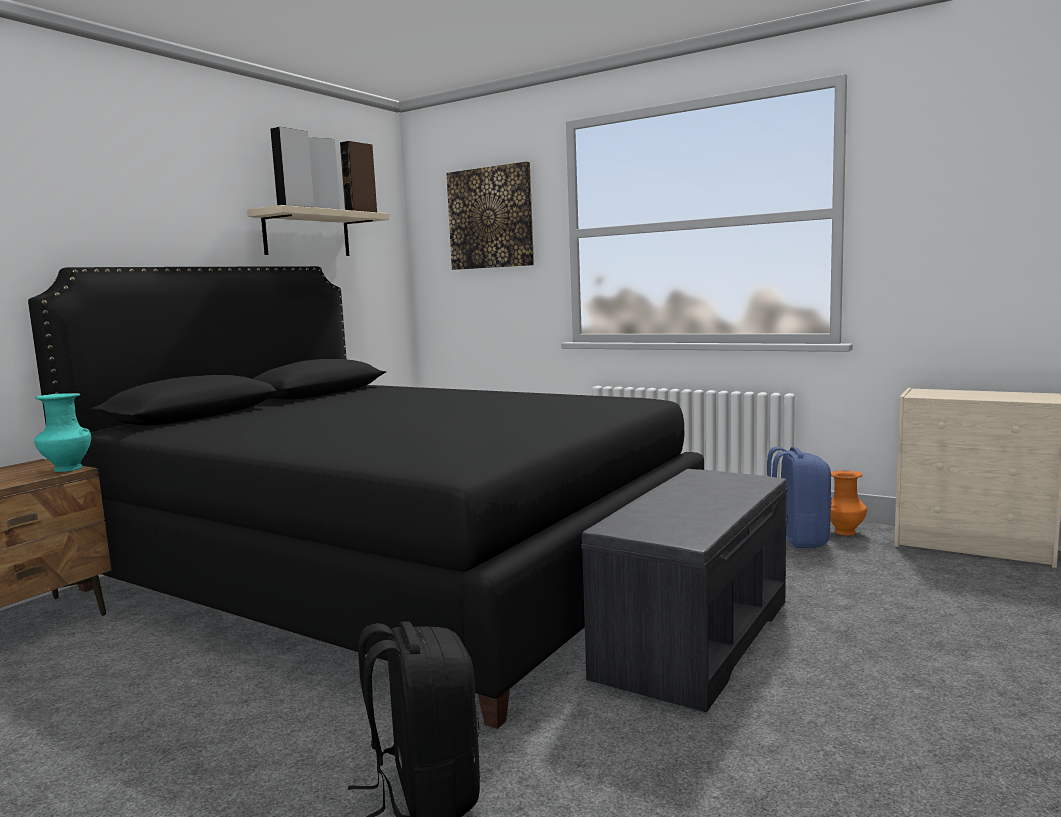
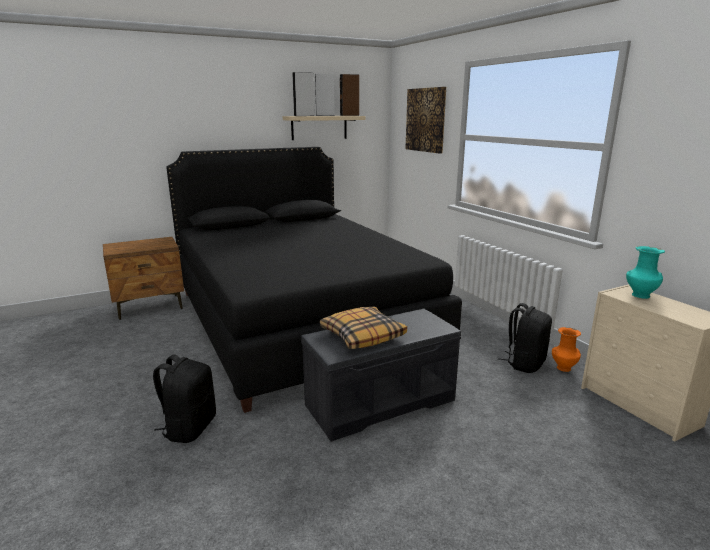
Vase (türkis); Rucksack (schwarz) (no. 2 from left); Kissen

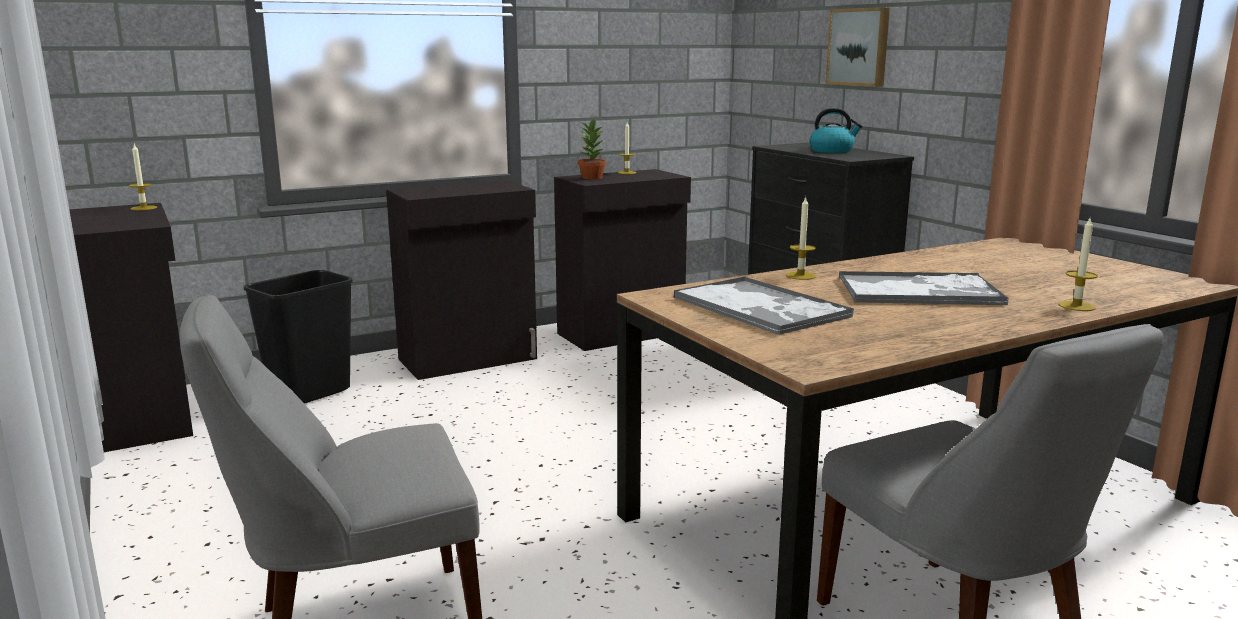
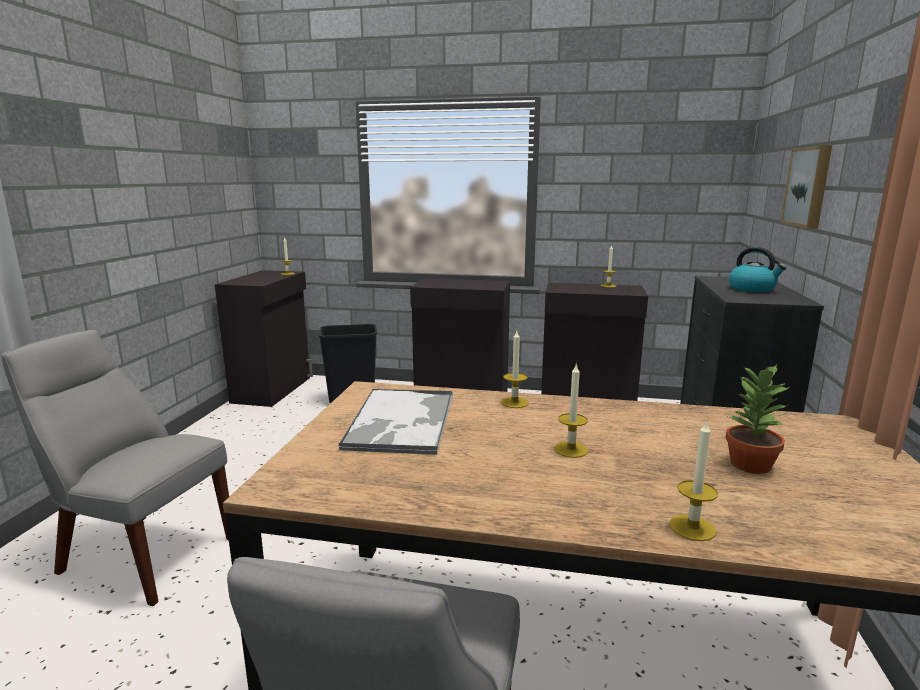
Topfpflanze; Kerze (no. 3 from left)

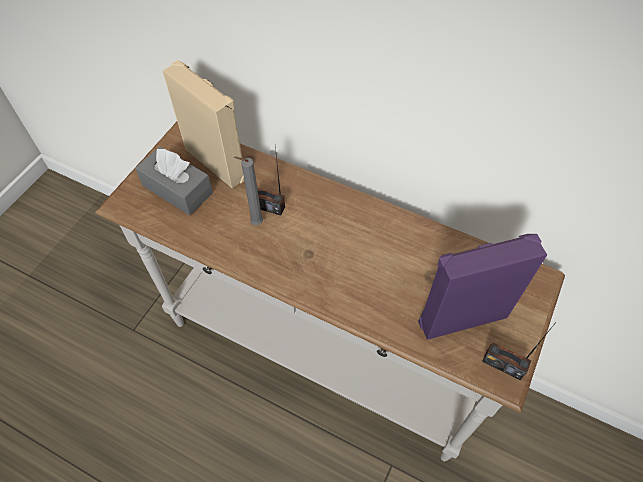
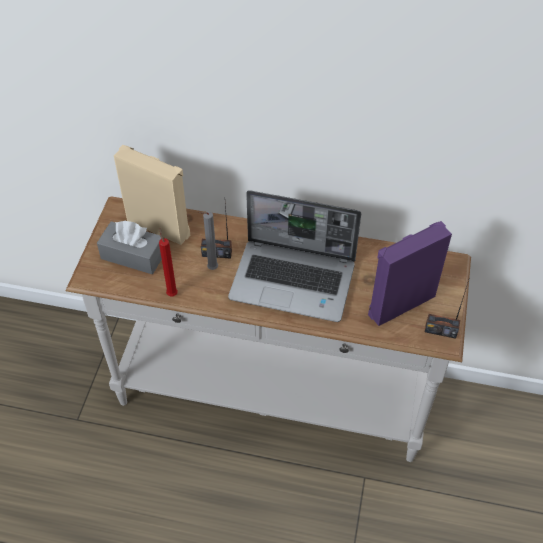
Kerze (rot); Laptop

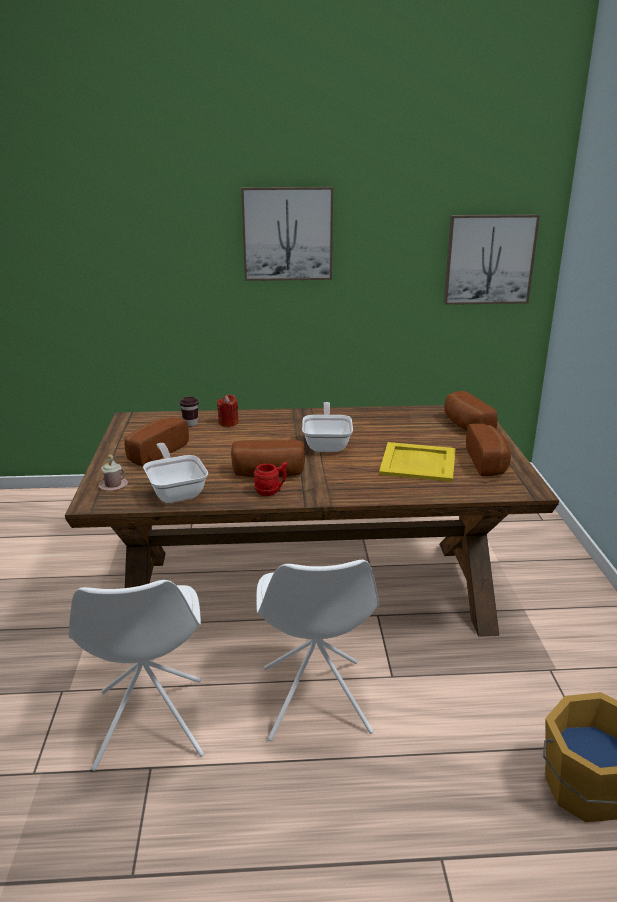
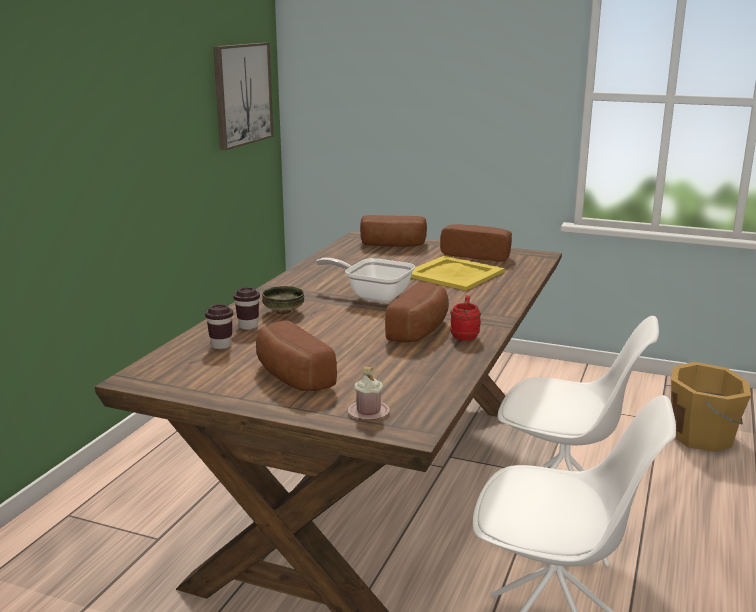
Pfanne (no. 1 from left in the first image); Tasse (braun) (no. 2 from left); Bild (no. 1 from left in the first image); Schüssel

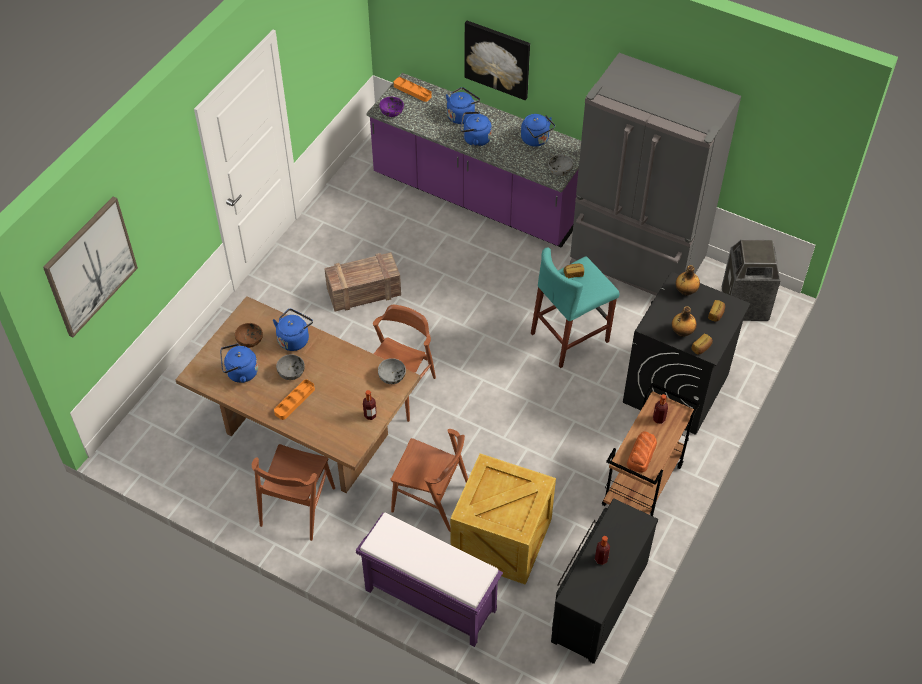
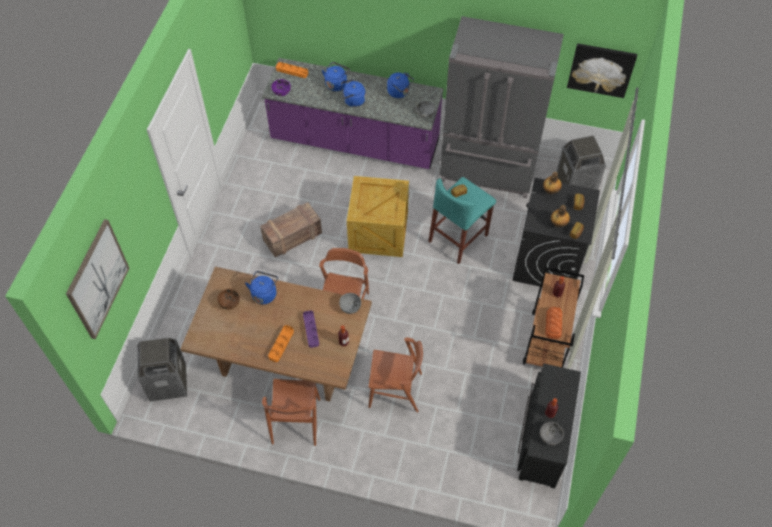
Wasserkessel (blau) (no. 1 from left in the first image); Schüssel (grau) (no. 3 from left); Bank (lila); Kiste (no. 2 from left); Bild (no. 2 from left); Mülleimer (no. 1 from left); Tablett (lila)

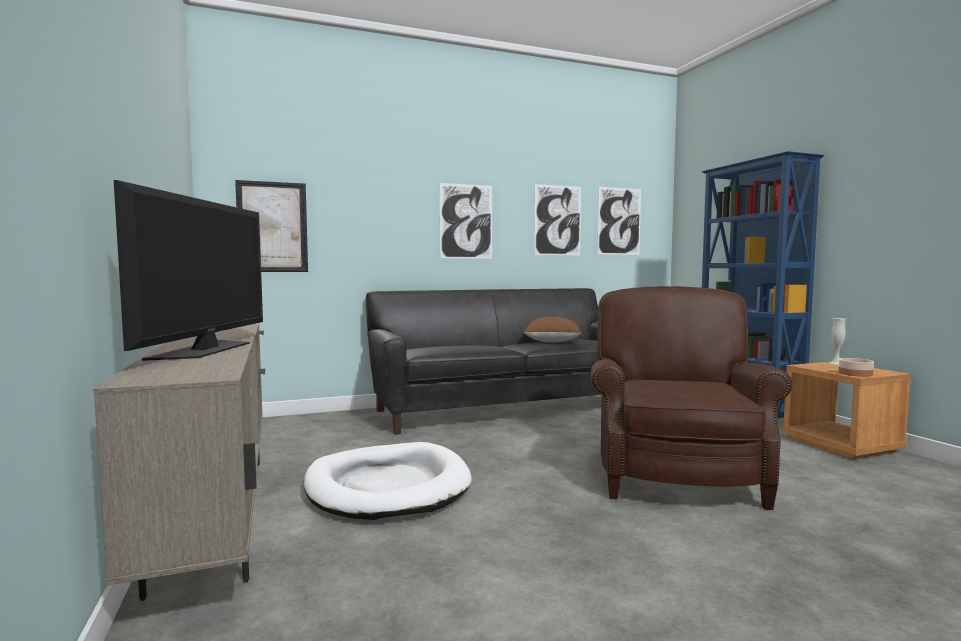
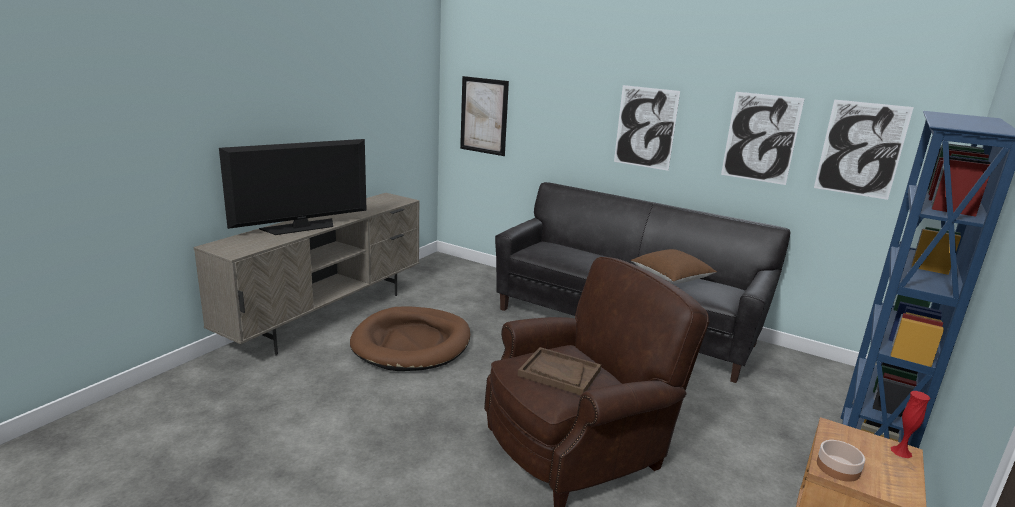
Hundebett (braun); Vase (rot); Tablett (braun)

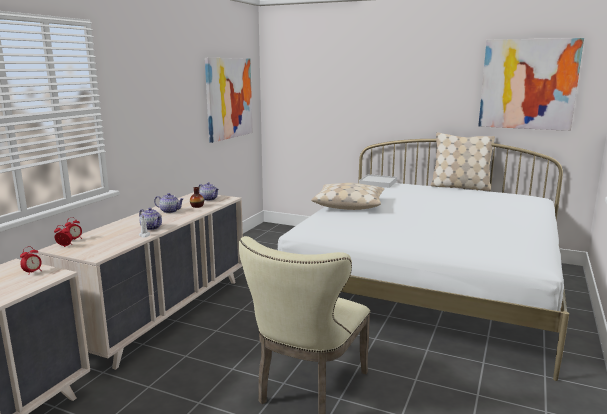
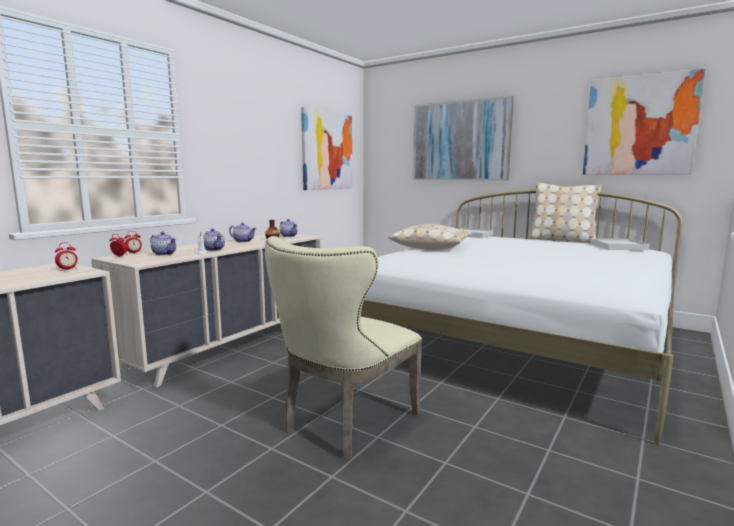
Teekanne (no. 1 from left); Bild (no. 2 from left); Tablett (weiß) (no. 2 from left)

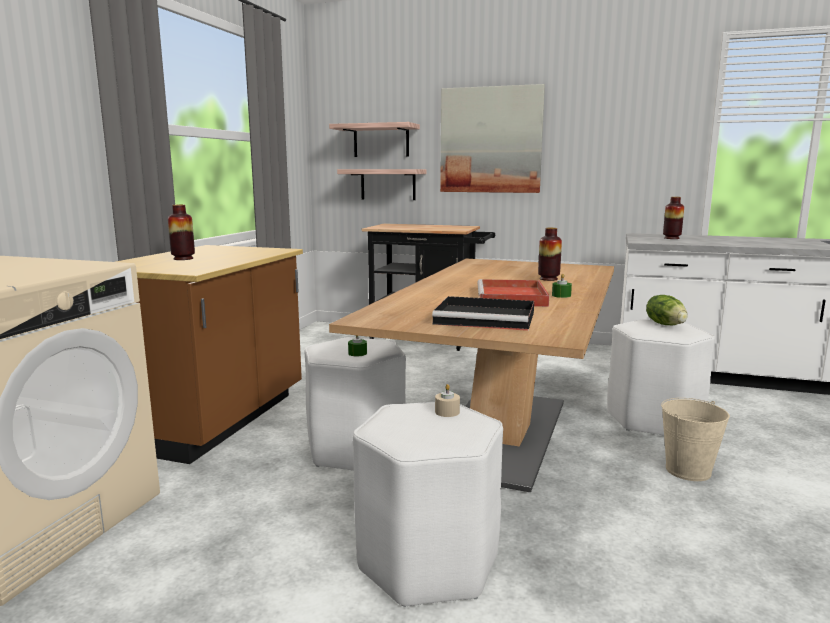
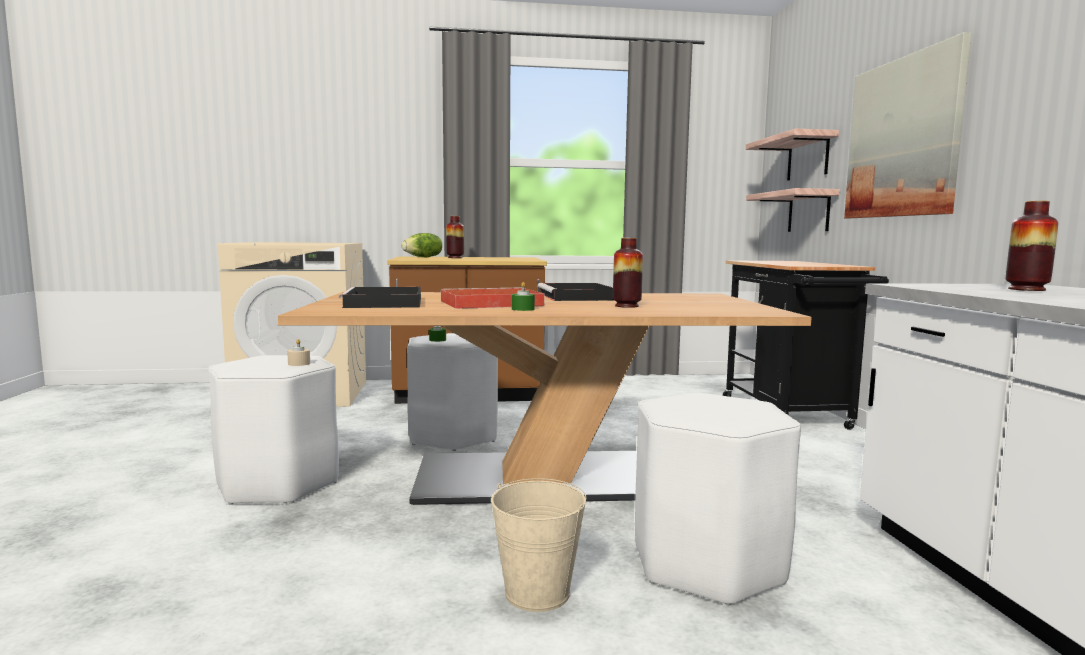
Salatkopf; Tablett (schwarz) (no. 2 from left)

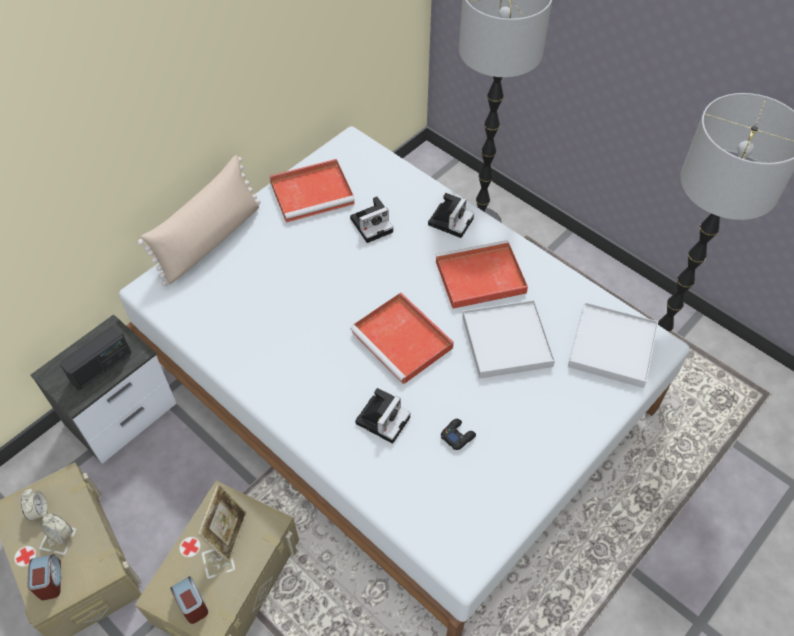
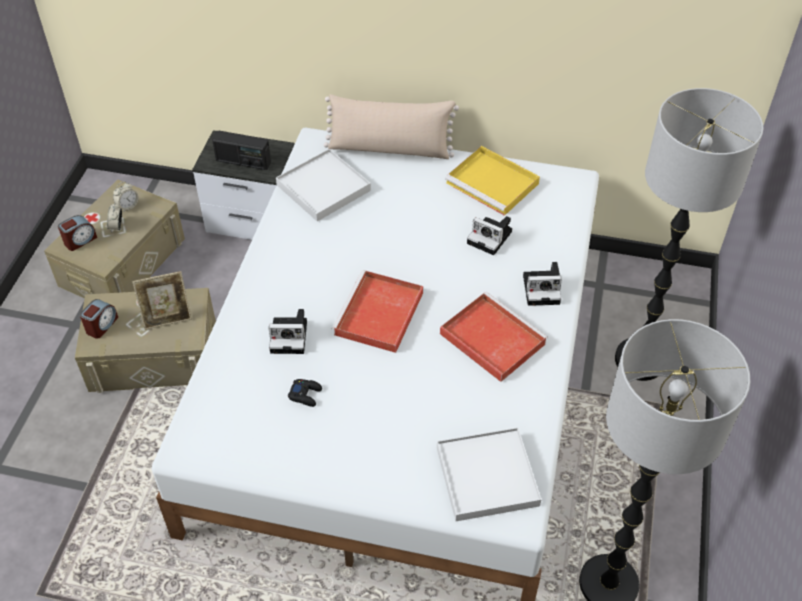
Tablett (gelb); Tablett (weiß) (no. 1 from left)

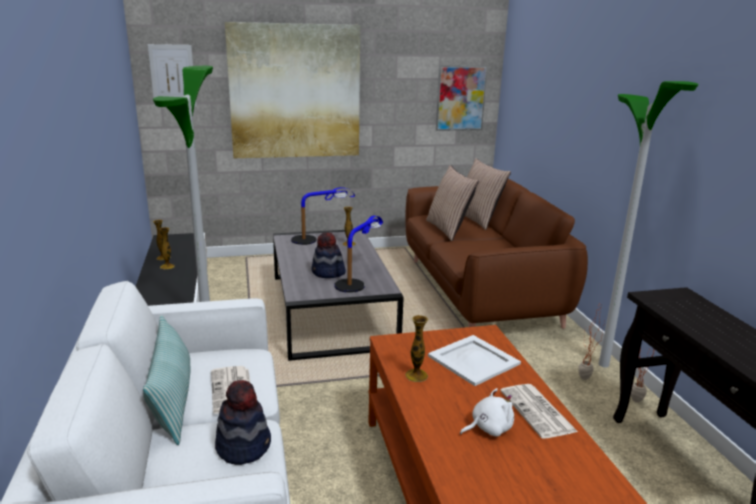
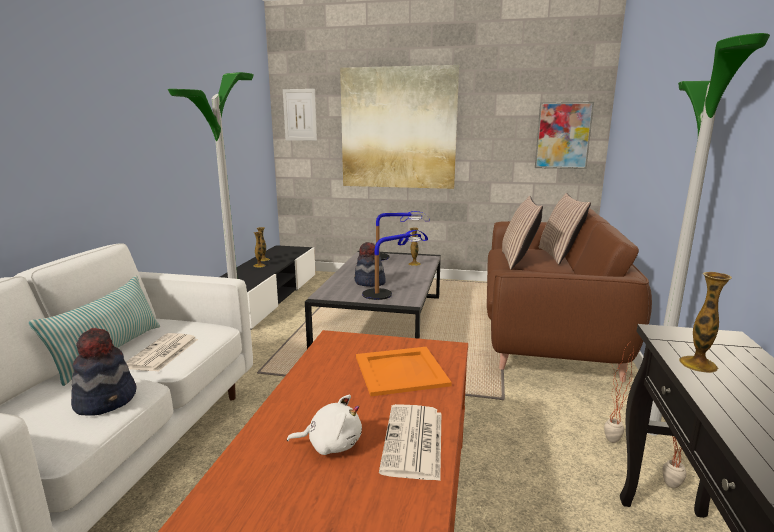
Vase (no. 4 from left); Tablett (orange)

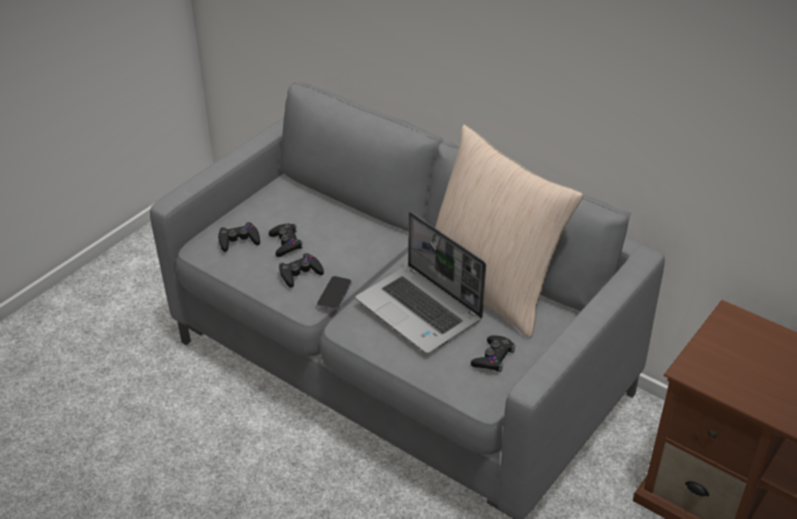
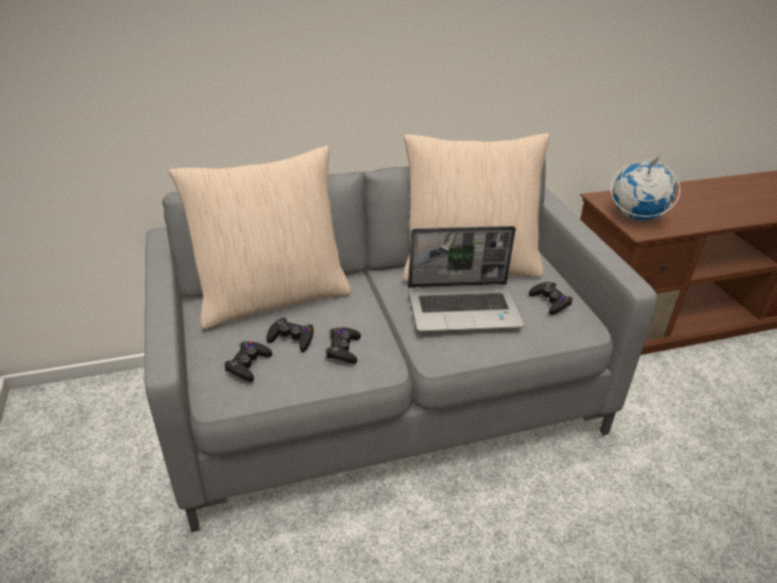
Handy; Kissen (beige) (no. 1 from left); Globus

